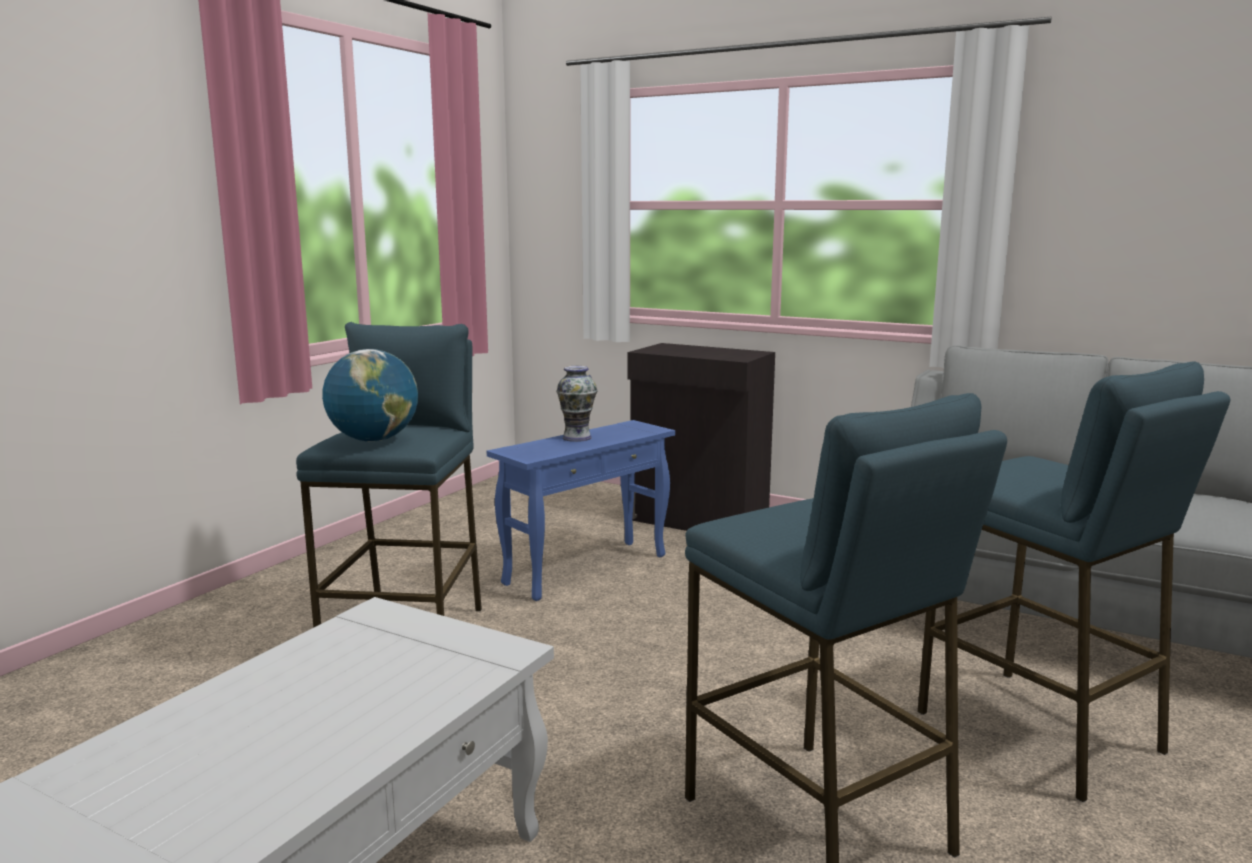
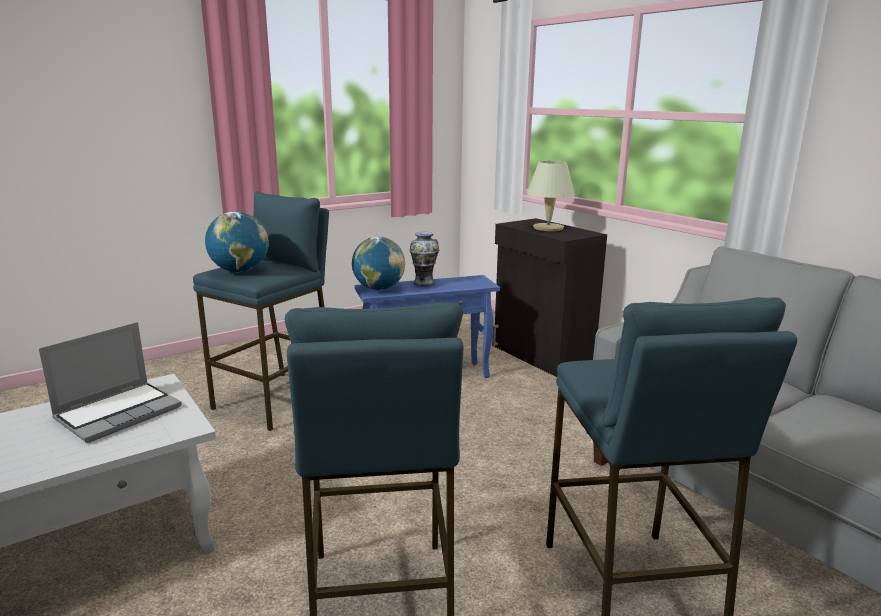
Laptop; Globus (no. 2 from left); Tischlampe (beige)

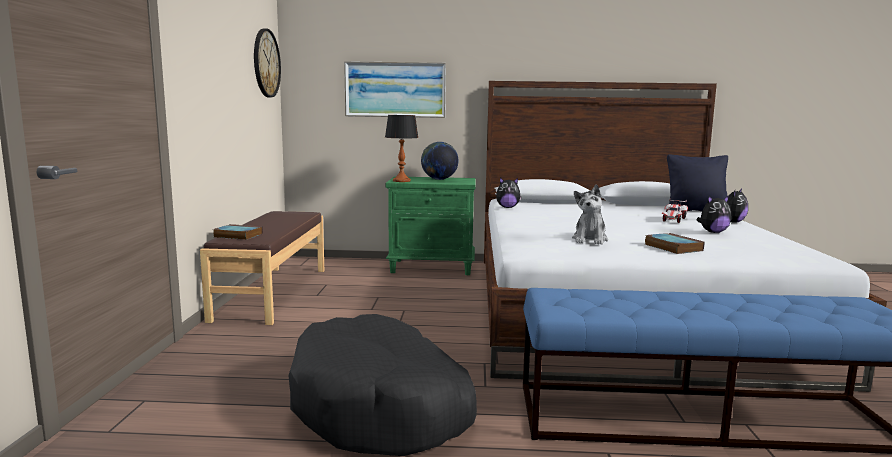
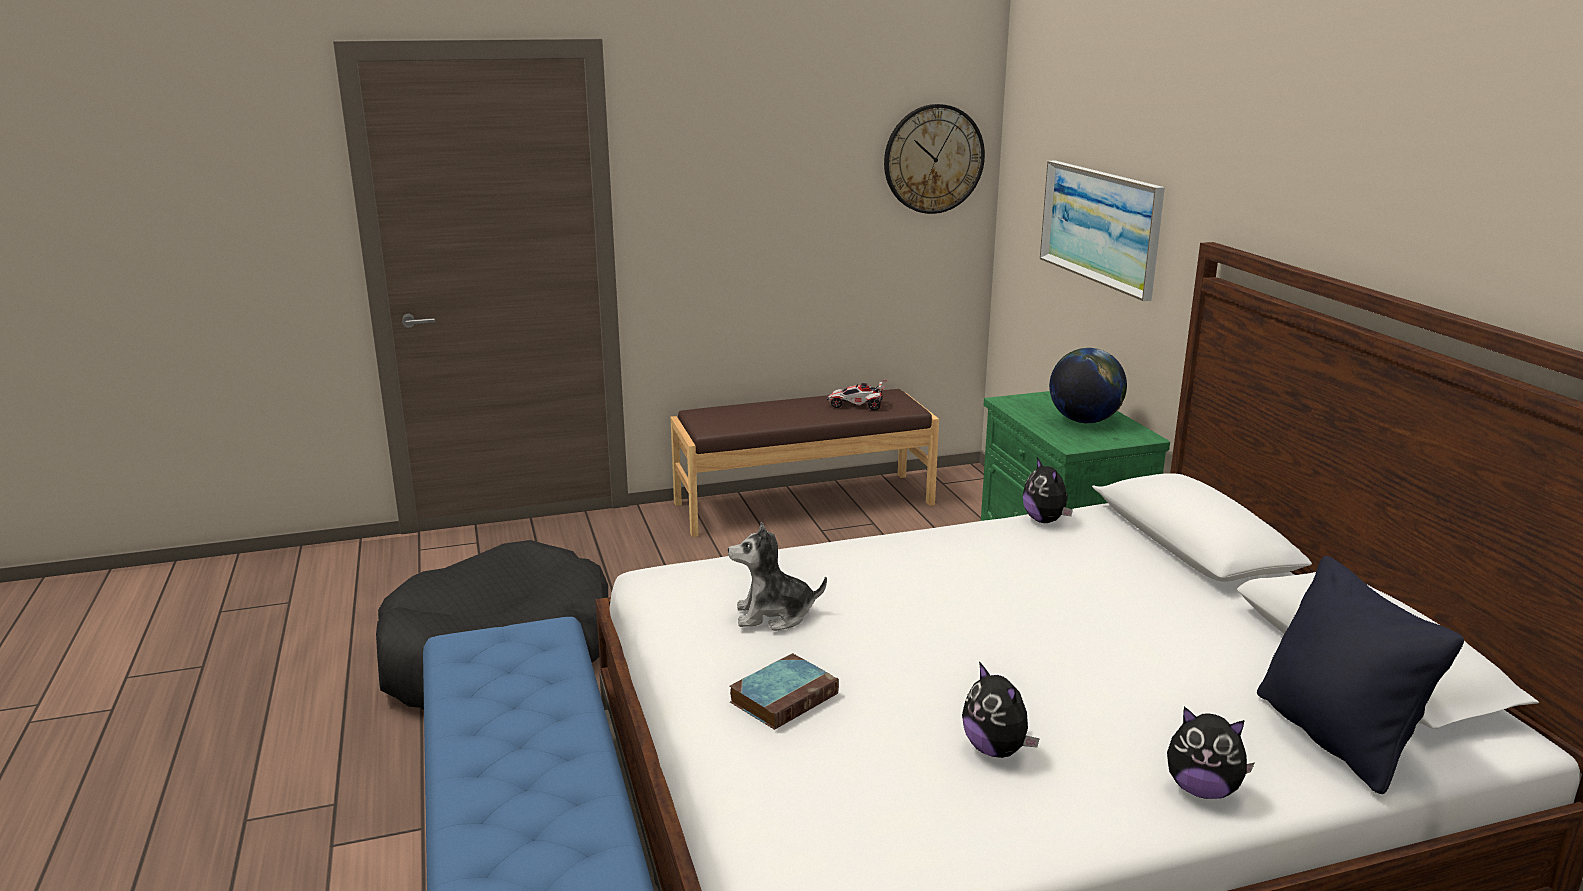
Buch (no. 1 from left in the first image); Tischlampe; Spielzeugauto

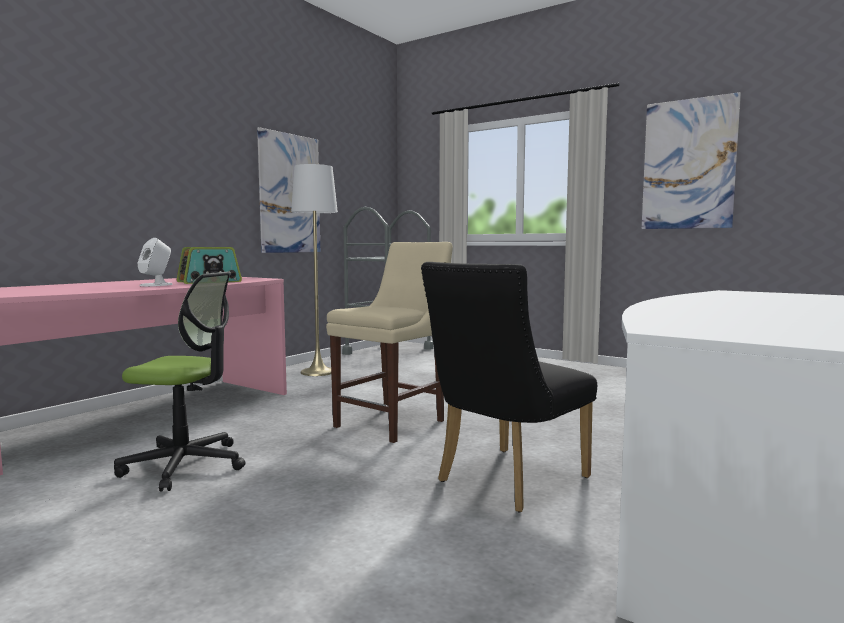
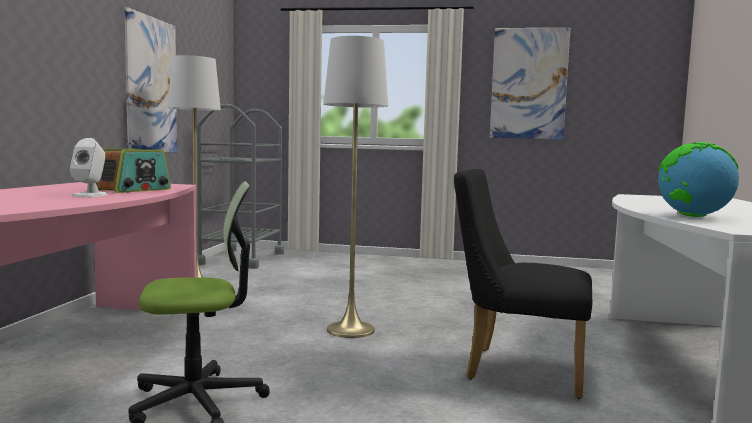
Stehlampe (weiß) (no. 2 from left); Stuhl (schwarz); Globus

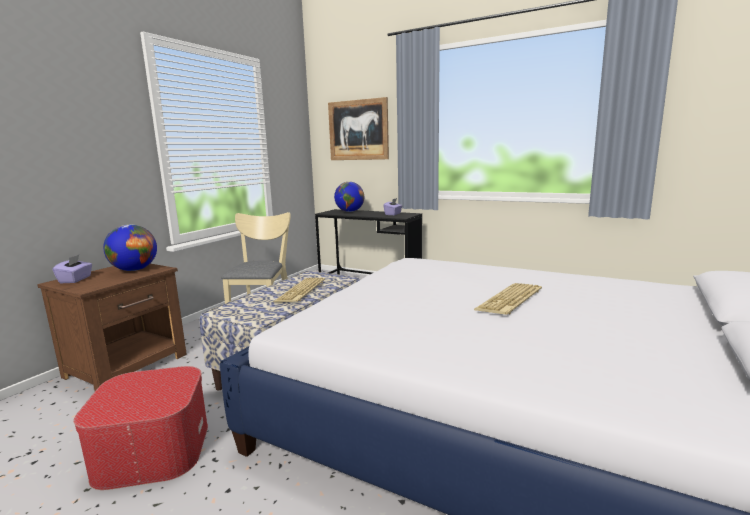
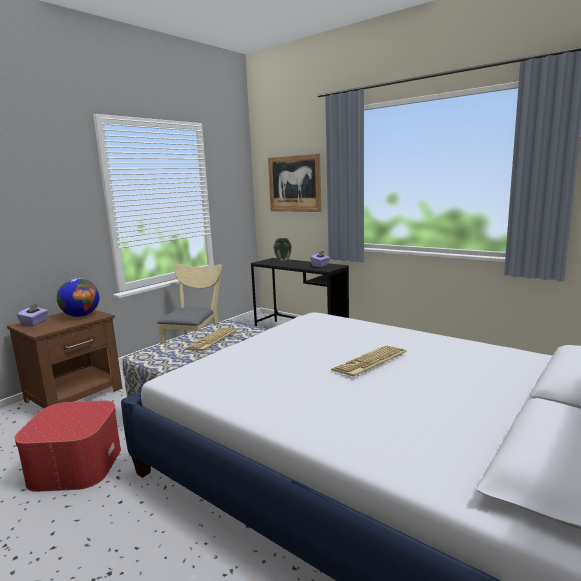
Vase

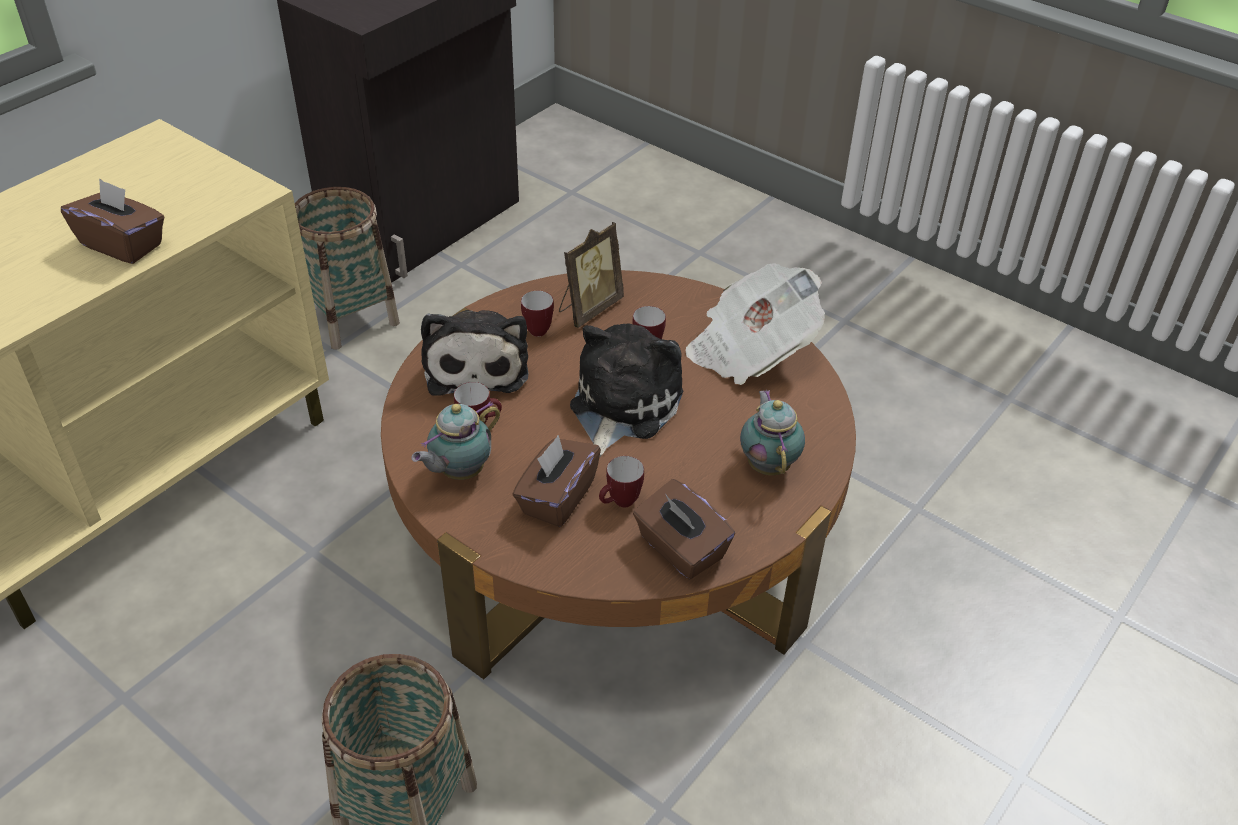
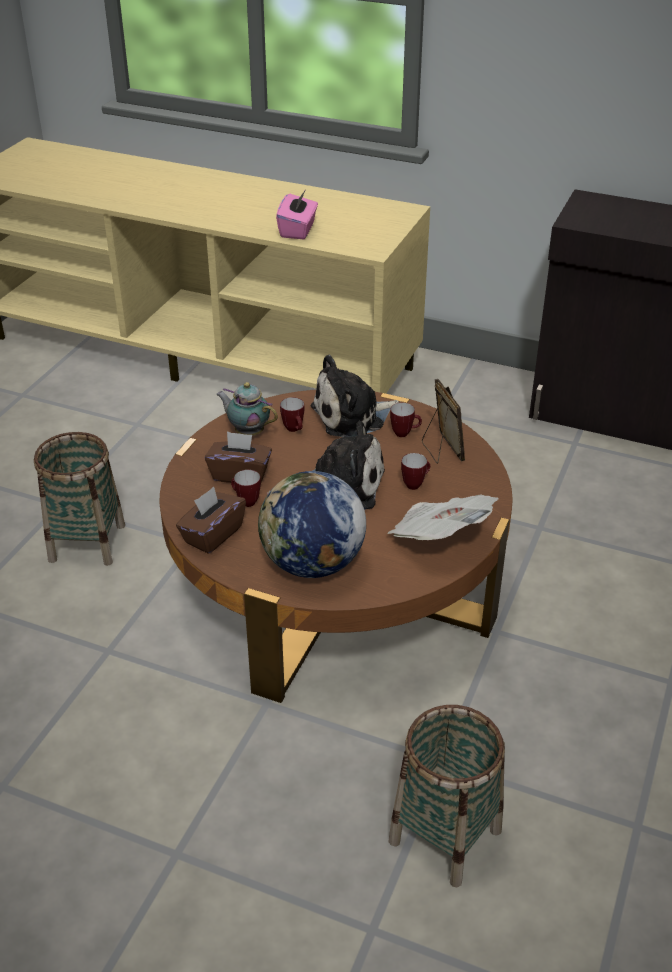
Taschentuchbox (rosa); Korb (no. 2 from left); Bilderrahmen; Globus

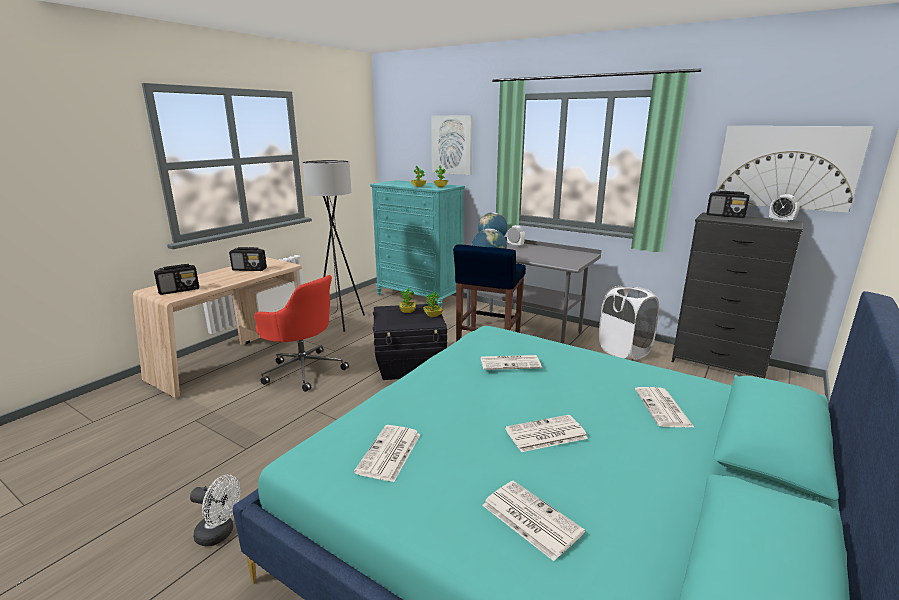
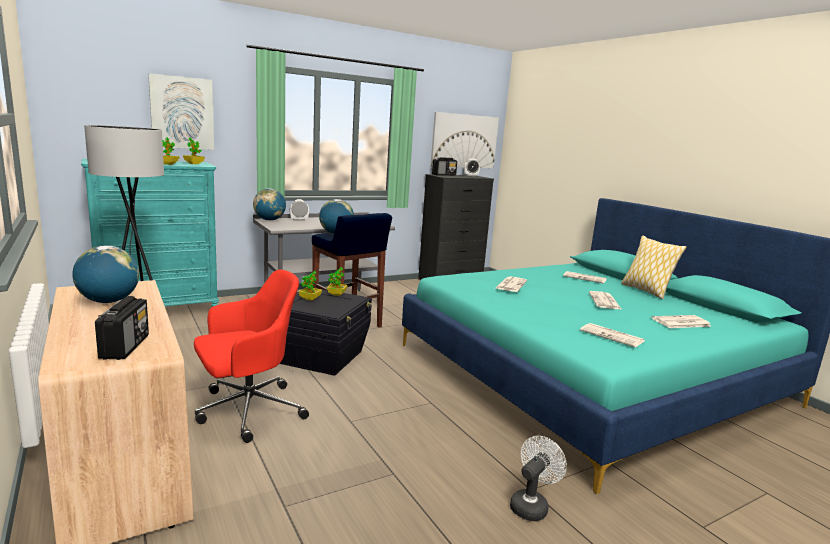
Globus (no. 1 from left); Wäschekorb (weiß); Kissen

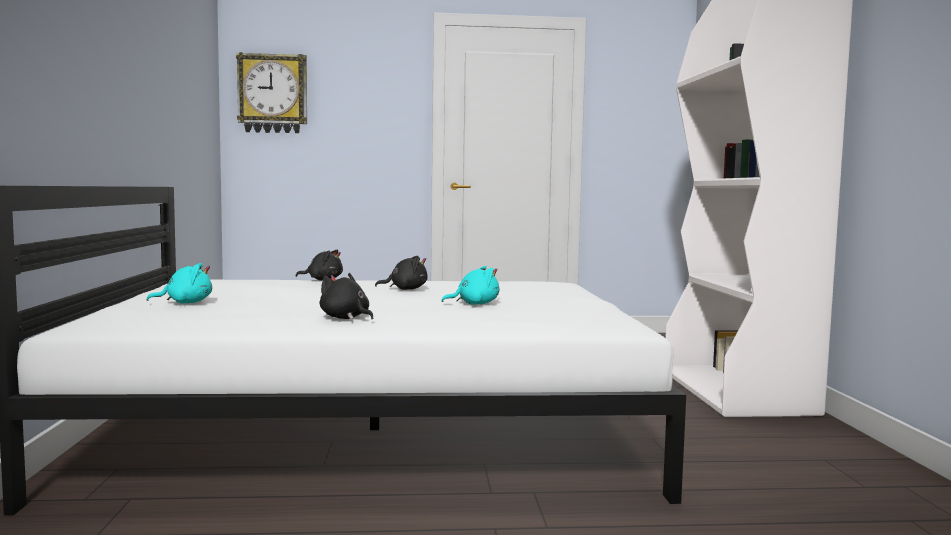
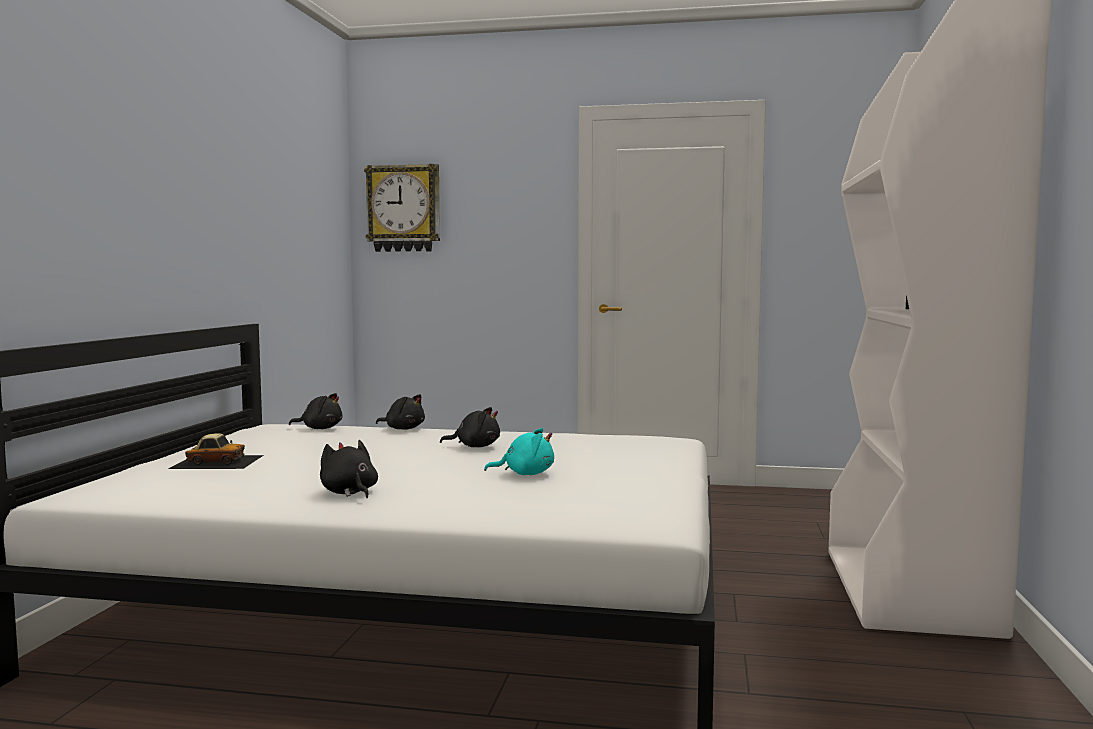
Spielzeugauto; Plüschtier (schwarz) (no. 1 from left)

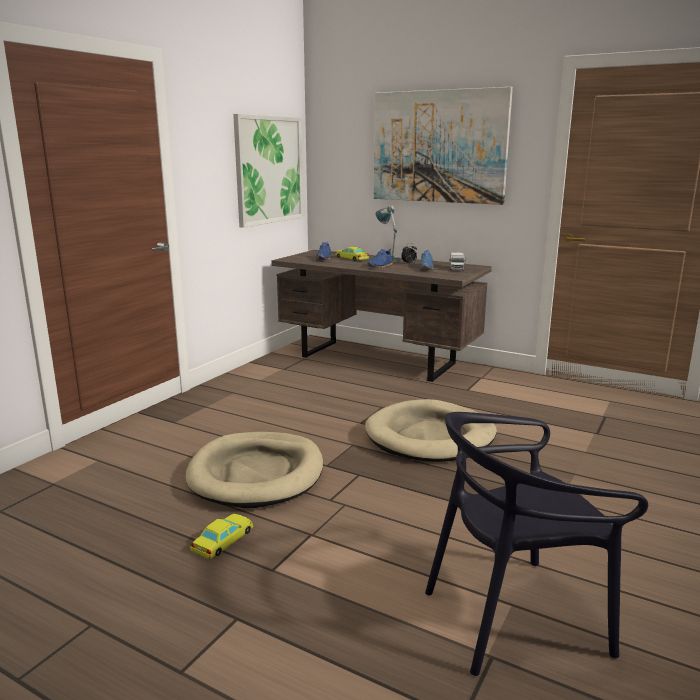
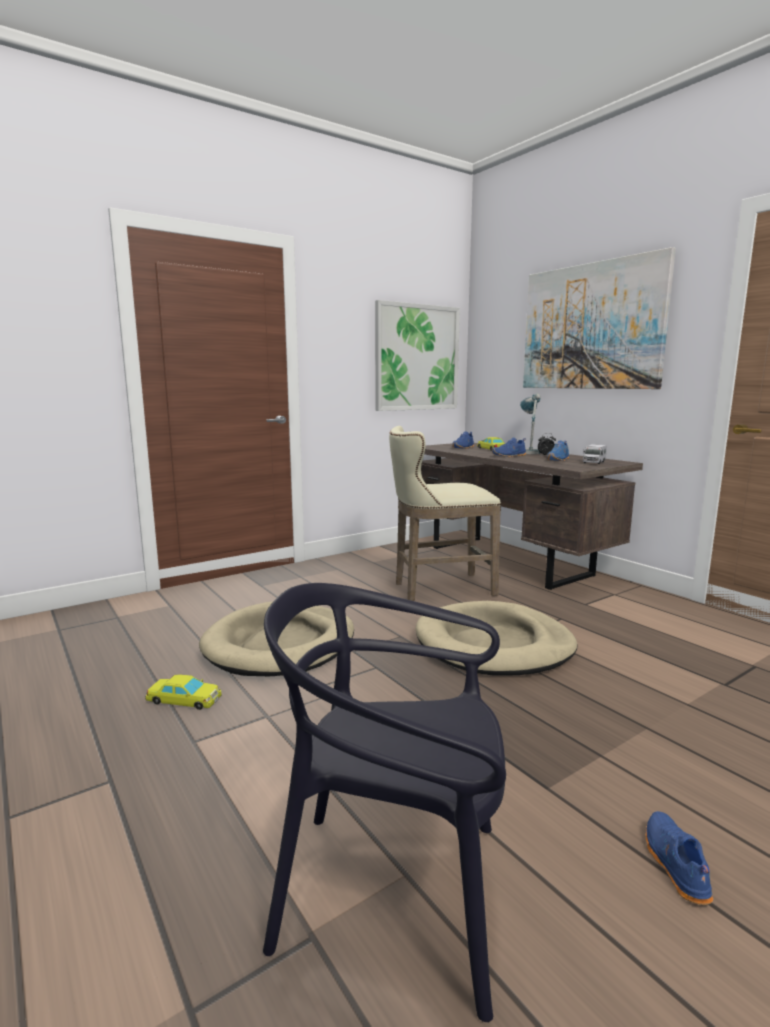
Spielzeugauto (gelb) (no. 1 from left); Hocker (beige); Schuh (blau) (no. 4 from left)

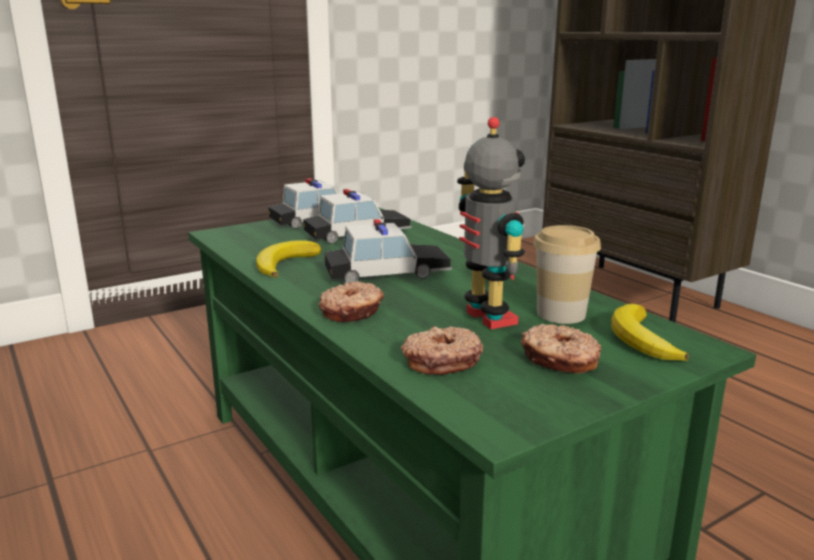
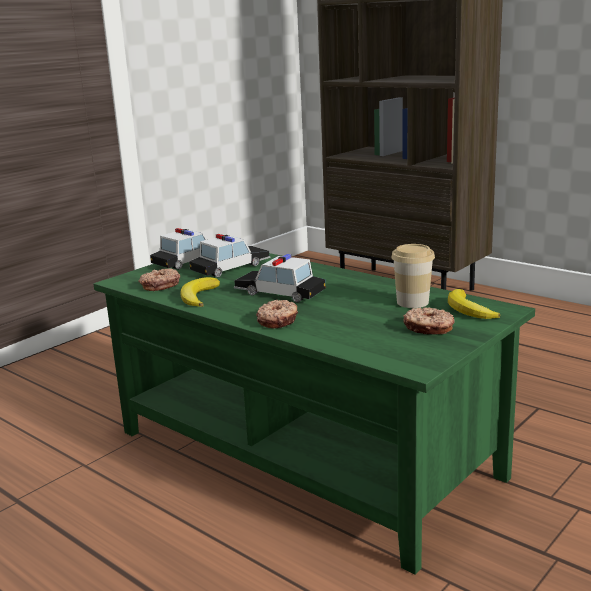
Spielzeugauto (no. 3 from left); Donut (no. 1 from left); Spielzeugroboter

